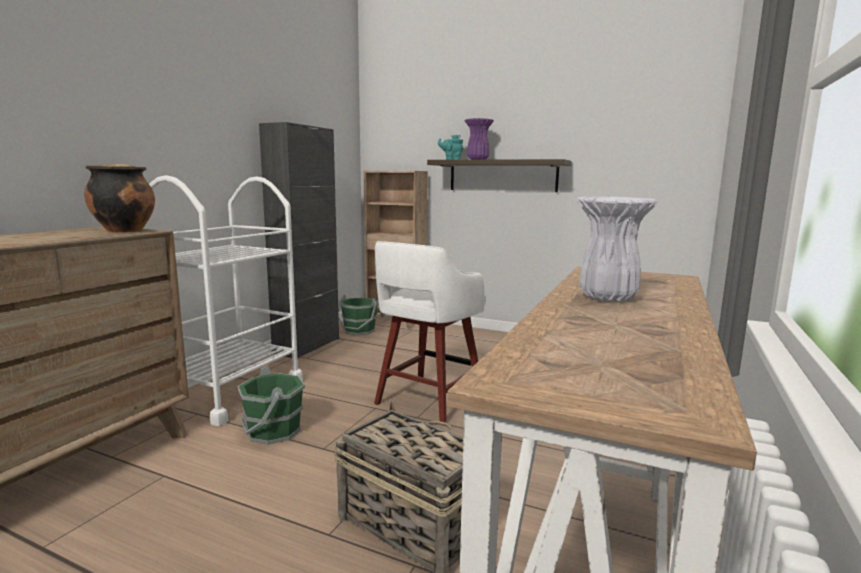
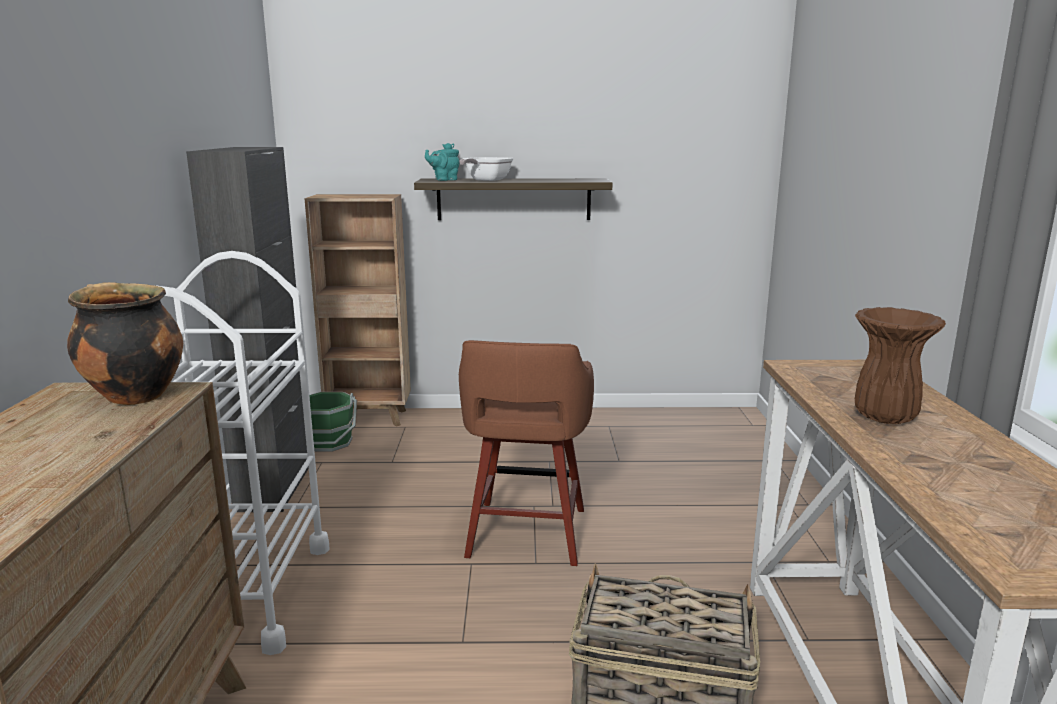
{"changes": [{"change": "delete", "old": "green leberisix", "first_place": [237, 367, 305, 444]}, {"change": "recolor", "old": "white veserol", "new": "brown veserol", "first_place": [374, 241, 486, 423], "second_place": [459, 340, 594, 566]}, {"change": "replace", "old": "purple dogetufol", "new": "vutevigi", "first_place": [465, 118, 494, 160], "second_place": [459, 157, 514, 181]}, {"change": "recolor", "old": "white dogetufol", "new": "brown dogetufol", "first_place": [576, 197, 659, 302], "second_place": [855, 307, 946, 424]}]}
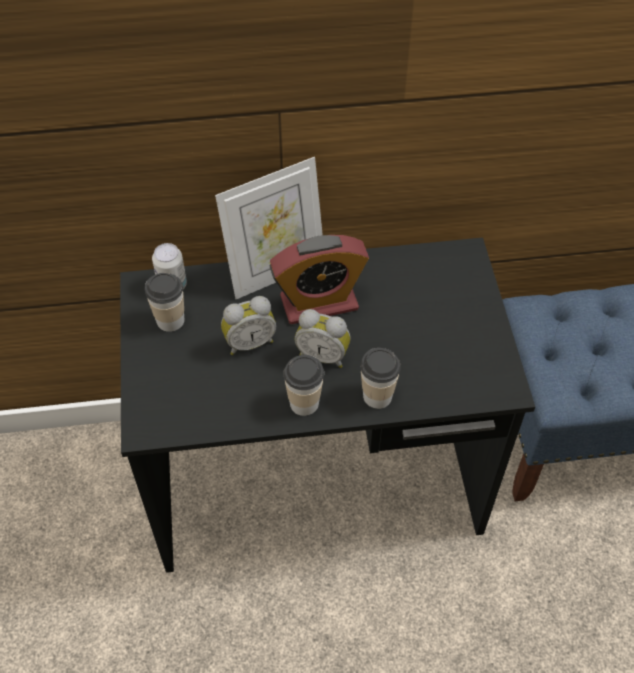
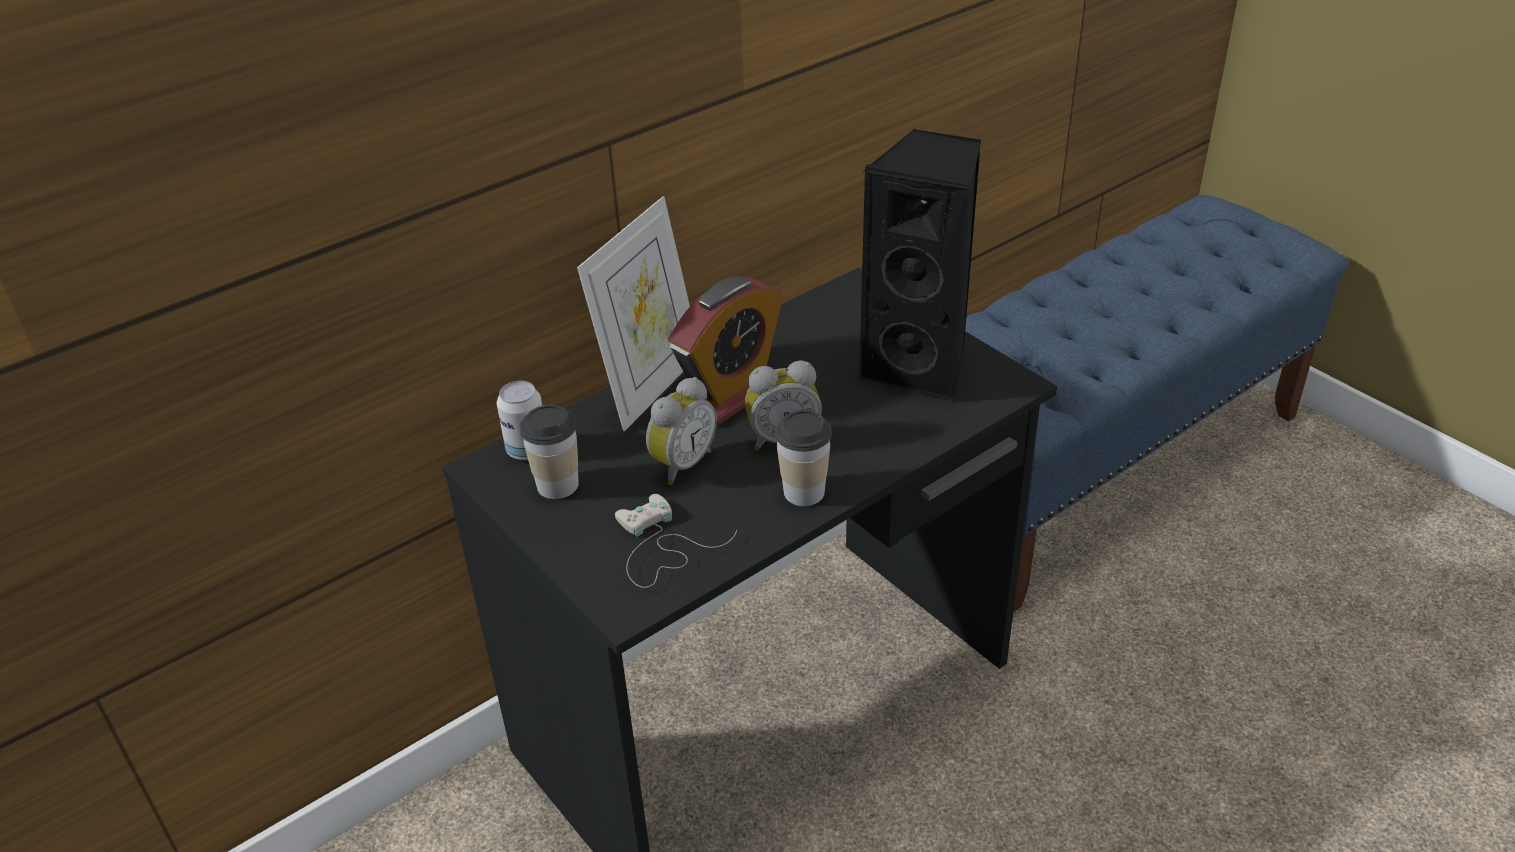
{"changes": [{"change": "delete", "old": "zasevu", "first_place": [360, 348, 401, 409]}, {"change": "insert", "new": "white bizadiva", "second_place": [615, 494, 737, 588]}, {"change": "insert", "new": "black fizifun", "second_place": [858, 129, 981, 400]}]}
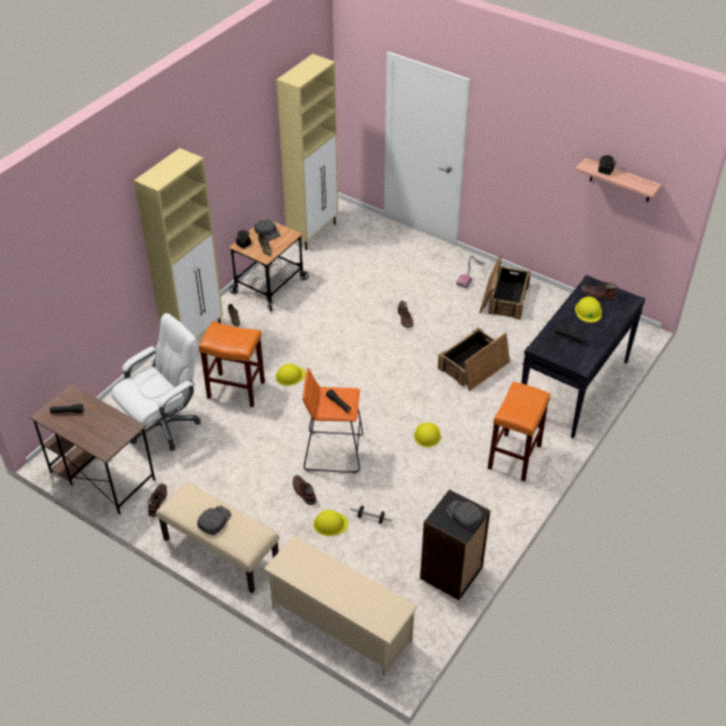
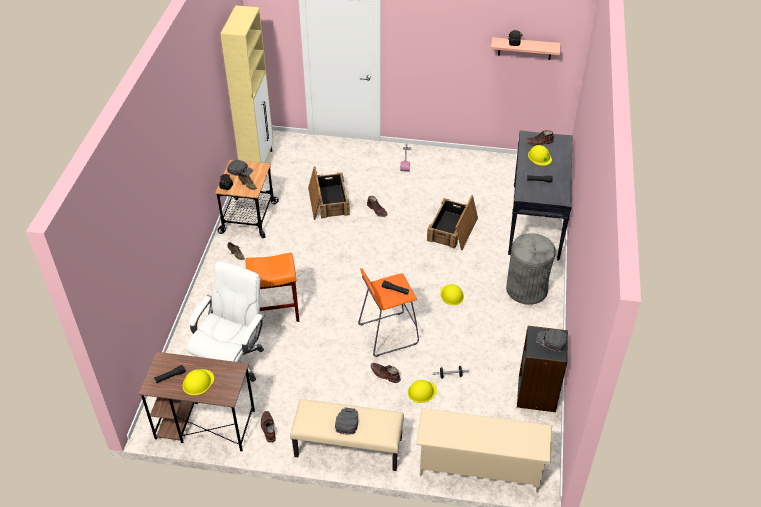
{"changes": [{"change": "delete", "old": "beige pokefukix", "first_place": [134, 148, 223, 339]}, {"change": "move", "old": "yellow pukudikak", "first_place": [276, 364, 306, 386], "second_place": [183, 369, 214, 395]}, {"change": "move", "old": "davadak", "first_place": [479, 255, 531, 320], "second_place": [308, 166, 350, 220]}, {"change": "replace", "old": "orange veserol", "new": "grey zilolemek", "first_place": [488, 382, 550, 481], "second_place": [506, 233, 556, 305]}]}
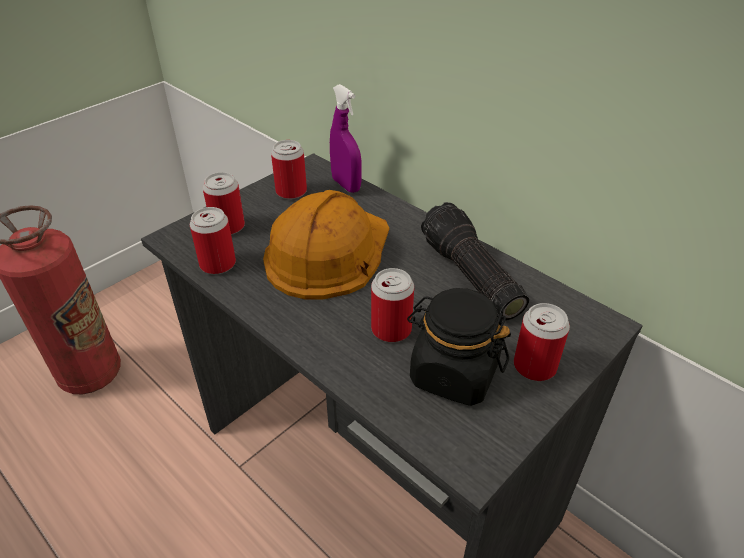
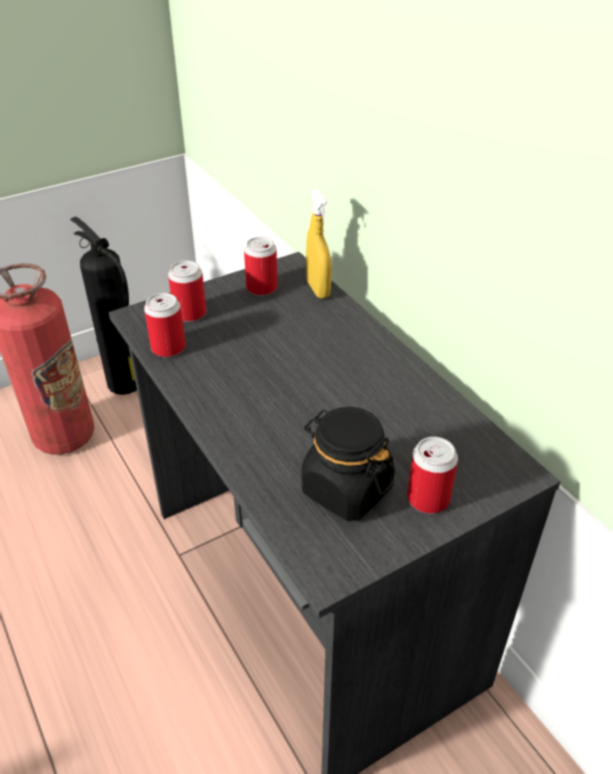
{"changes": [{"change": "delete", "old": "orange pukudikak", "first_place": [263, 190, 390, 300]}, {"change": "recolor", "old": "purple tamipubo", "new": "yellow tamipubo", "first_place": [330, 84, 362, 193], "second_place": [306, 189, 332, 298]}, {"change": "delete", "old": "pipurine", "first_place": [371, 268, 414, 342]}, {"change": "delete", "old": "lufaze", "first_place": [421, 202, 529, 320]}, {"change": "insert", "new": "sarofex", "second_place": [70, 216, 137, 395]}]}
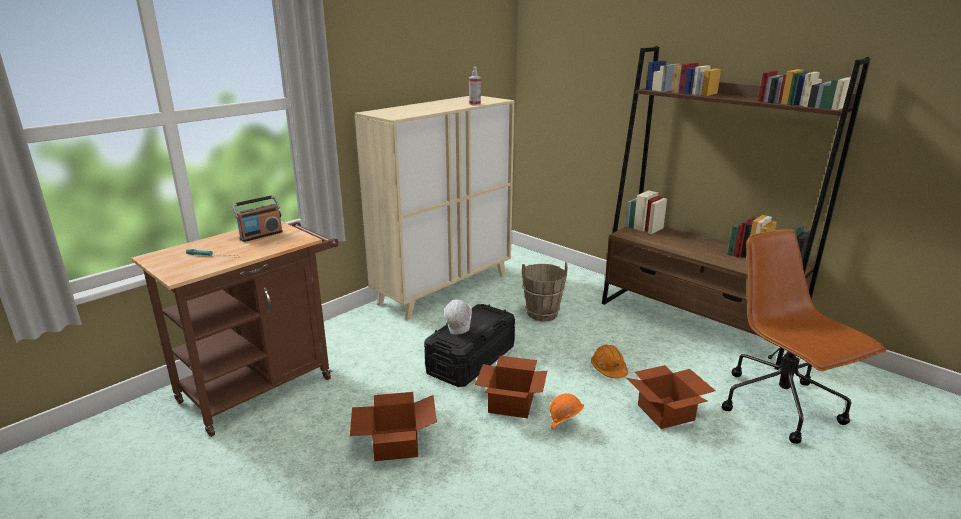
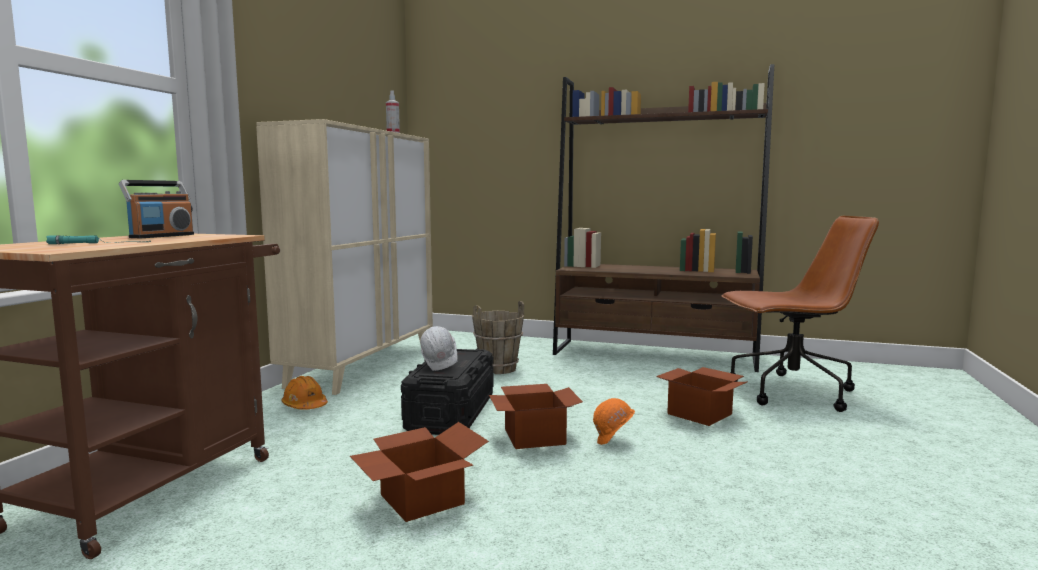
{"changes": [{"change": "move", "old": "orange pukudikak", "first_place": [591, 345, 628, 378], "second_place": [281, 376, 328, 410]}, {"change": "rotate", "old": "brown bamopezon", "first_place": [722, 229, 887, 444], "second_place": [721, 216, 879, 412], "degrees": 135}]}
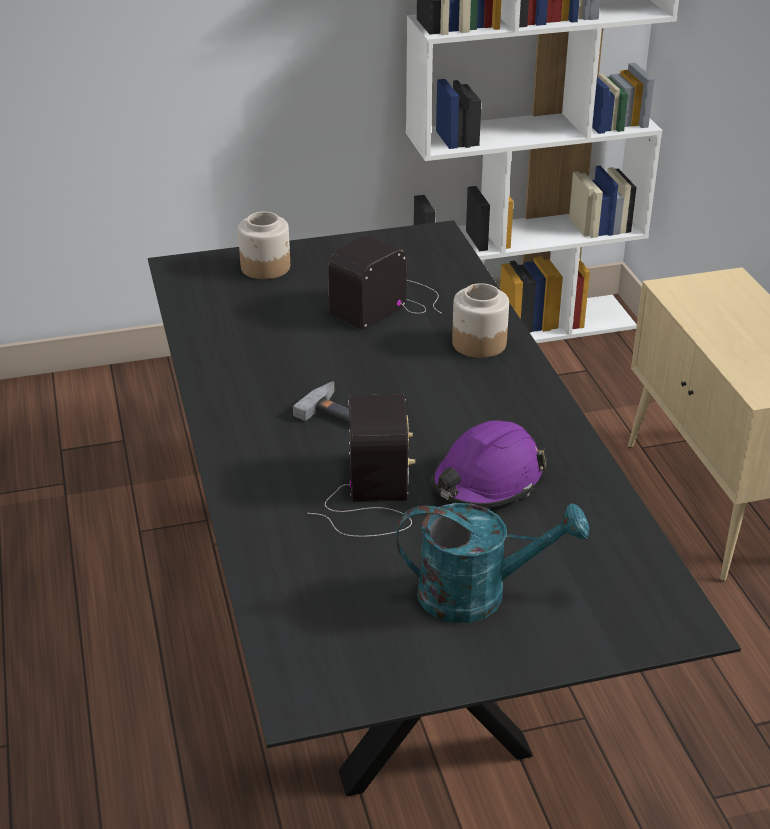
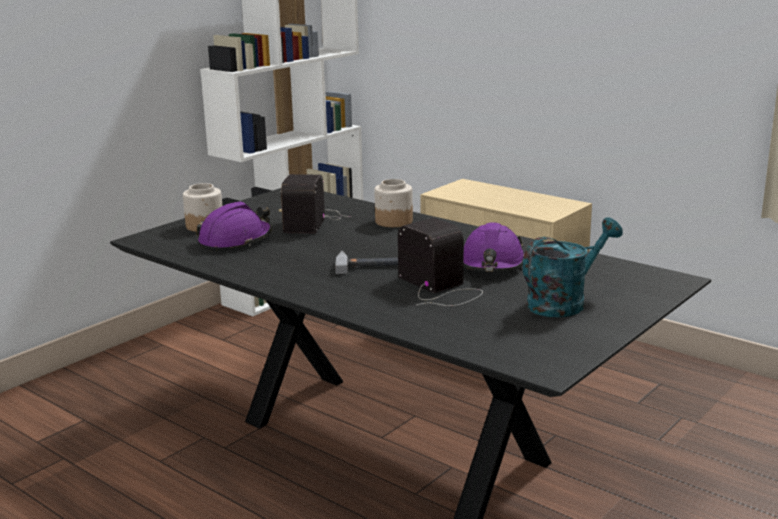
{"changes": [{"change": "insert", "new": "purple pukudikak", "second_place": [196, 201, 272, 252]}]}
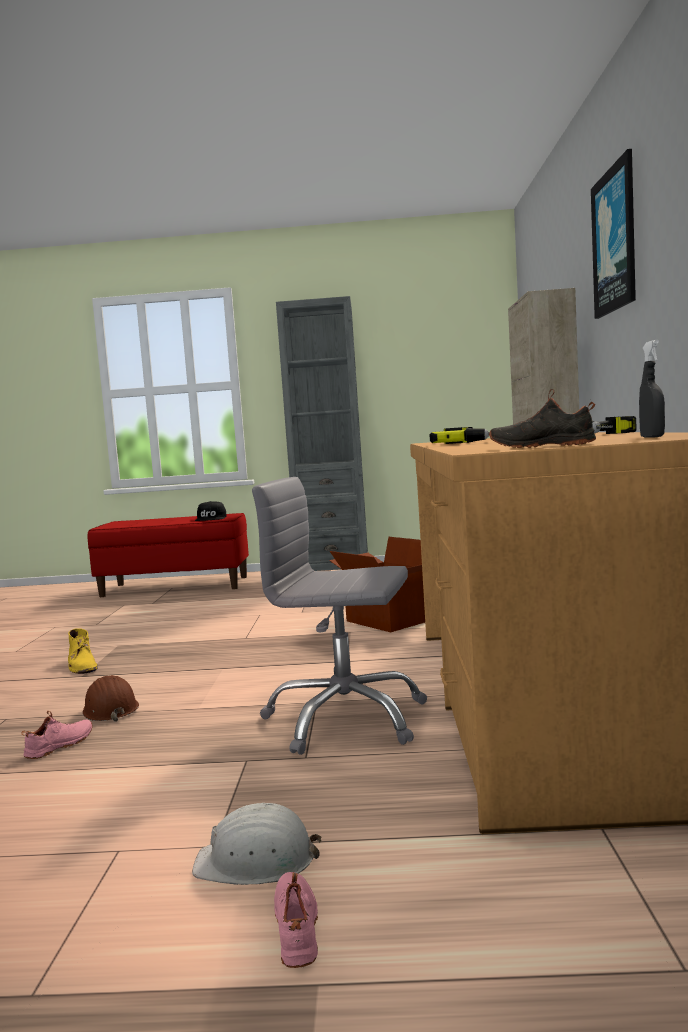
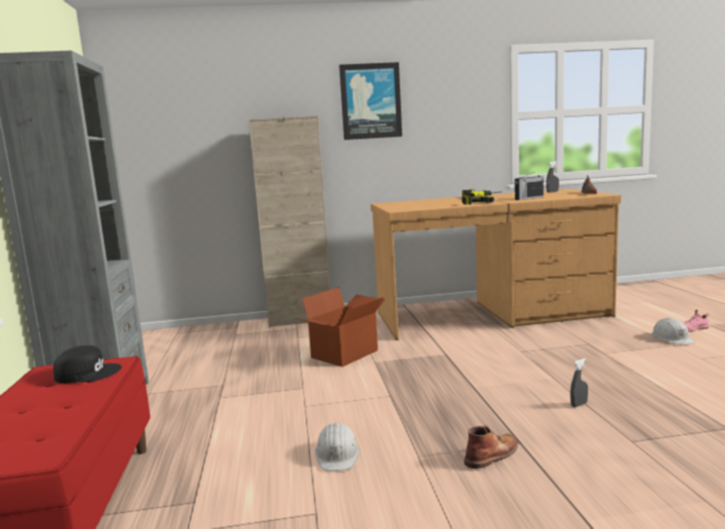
{"changes": [{"change": "delete", "old": "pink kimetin", "first_place": [21, 711, 93, 759]}, {"change": "recolor", "old": "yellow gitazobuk", "new": "brown gitazobuk", "first_place": [68, 628, 98, 674], "second_place": [464, 425, 518, 469]}, {"change": "replace", "old": "brown pukudikak", "new": "grey tamipubo", "first_place": [83, 675, 139, 722], "second_place": [570, 358, 588, 407]}, {"change": "delete", "old": "grey bamopezon", "first_place": [252, 477, 427, 755]}, {"change": "insert", "new": "white pukudikak", "second_place": [315, 423, 360, 471]}, {"change": "insert", "new": "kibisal", "second_place": [515, 172, 543, 200]}]}
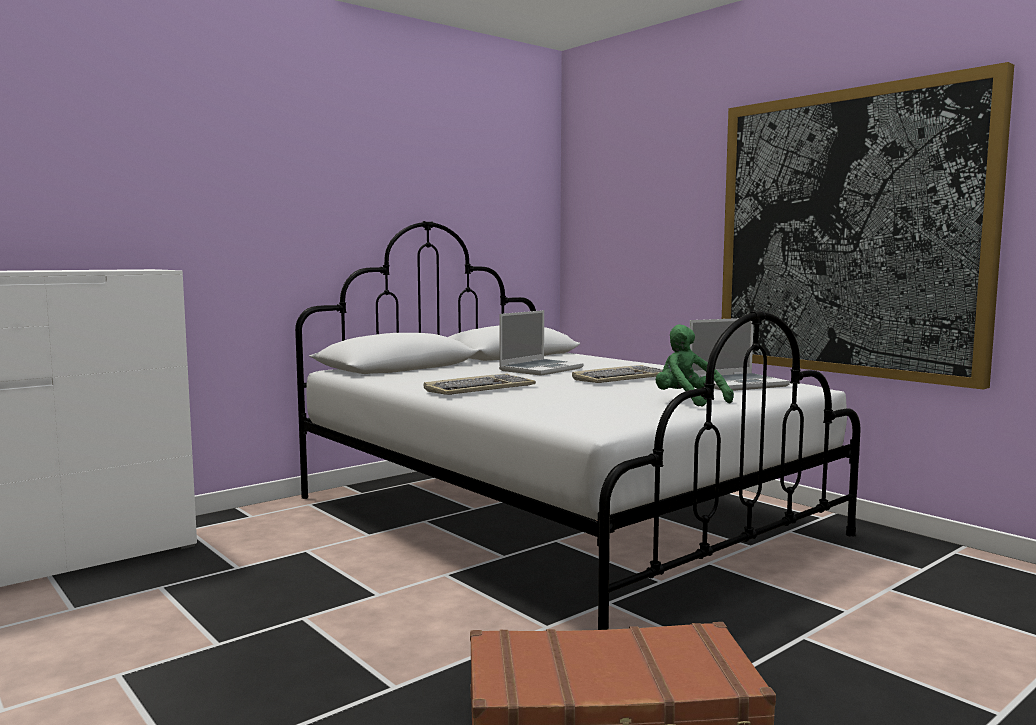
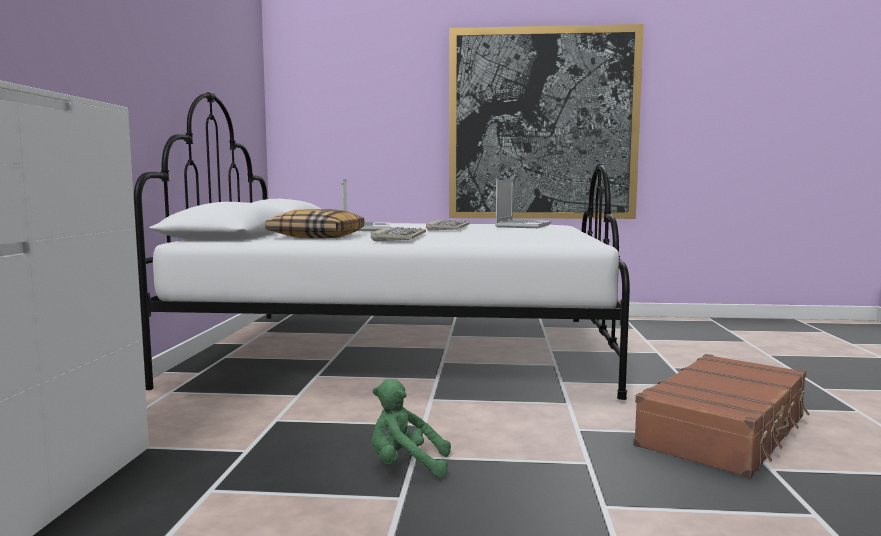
{"changes": [{"change": "move", "old": "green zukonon", "first_place": [656, 324, 734, 407], "second_place": [371, 379, 451, 478]}, {"change": "insert", "new": "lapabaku", "second_place": [265, 209, 364, 238]}]}
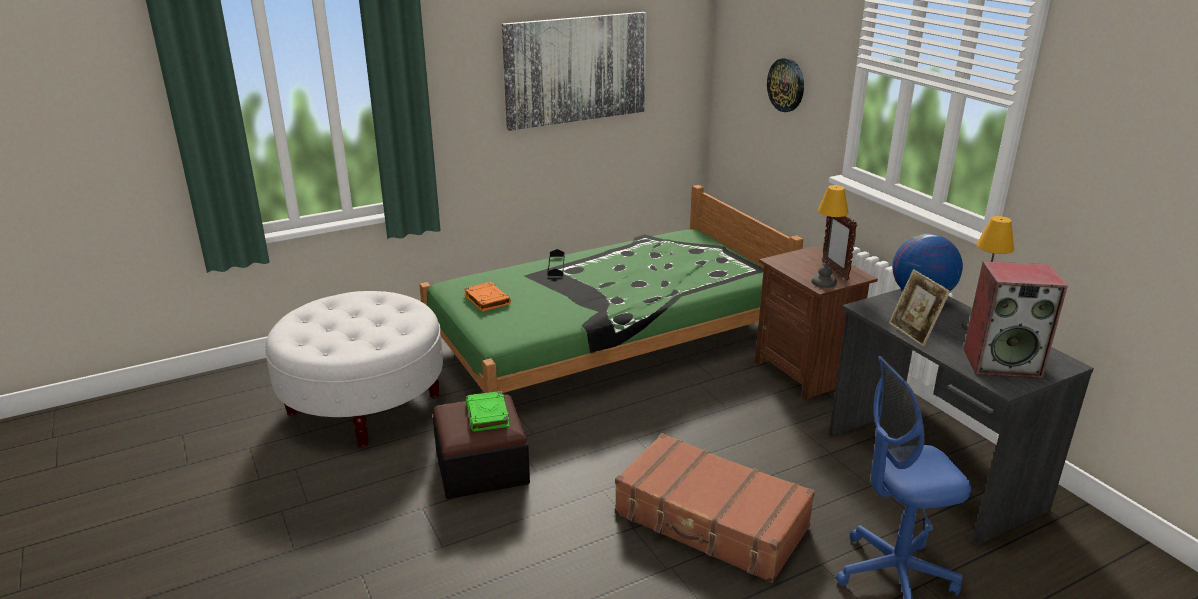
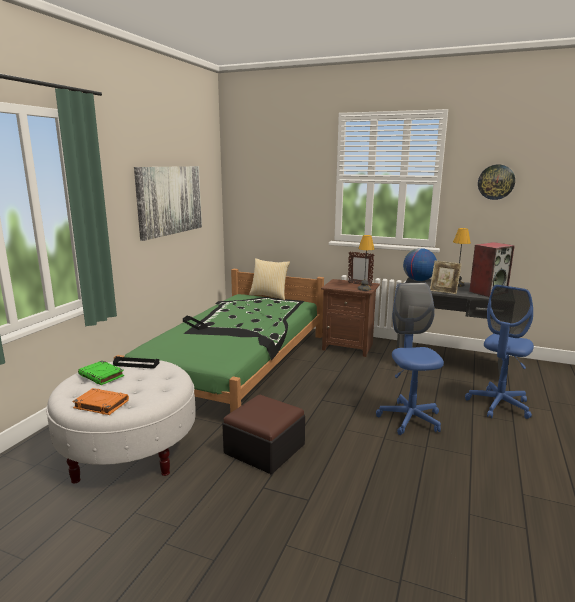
{"changes": [{"change": "move", "old": "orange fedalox", "first_place": [464, 282, 511, 312], "second_place": [72, 388, 129, 415]}, {"change": "move", "old": "green fedalox", "first_place": [466, 391, 509, 432], "second_place": [78, 361, 124, 385]}, {"change": "replace", "old": "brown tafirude", "new": "blue bamopezon", "first_place": [615, 433, 815, 583], "second_place": [376, 283, 444, 435]}, {"change": "move", "old": "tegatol", "first_place": [767, 58, 804, 112], "second_place": [478, 165, 515, 200]}, {"change": "insert", "new": "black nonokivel", "second_place": [113, 356, 159, 369]}, {"change": "insert", "new": "lapabaku", "second_place": [249, 258, 290, 300]}]}
